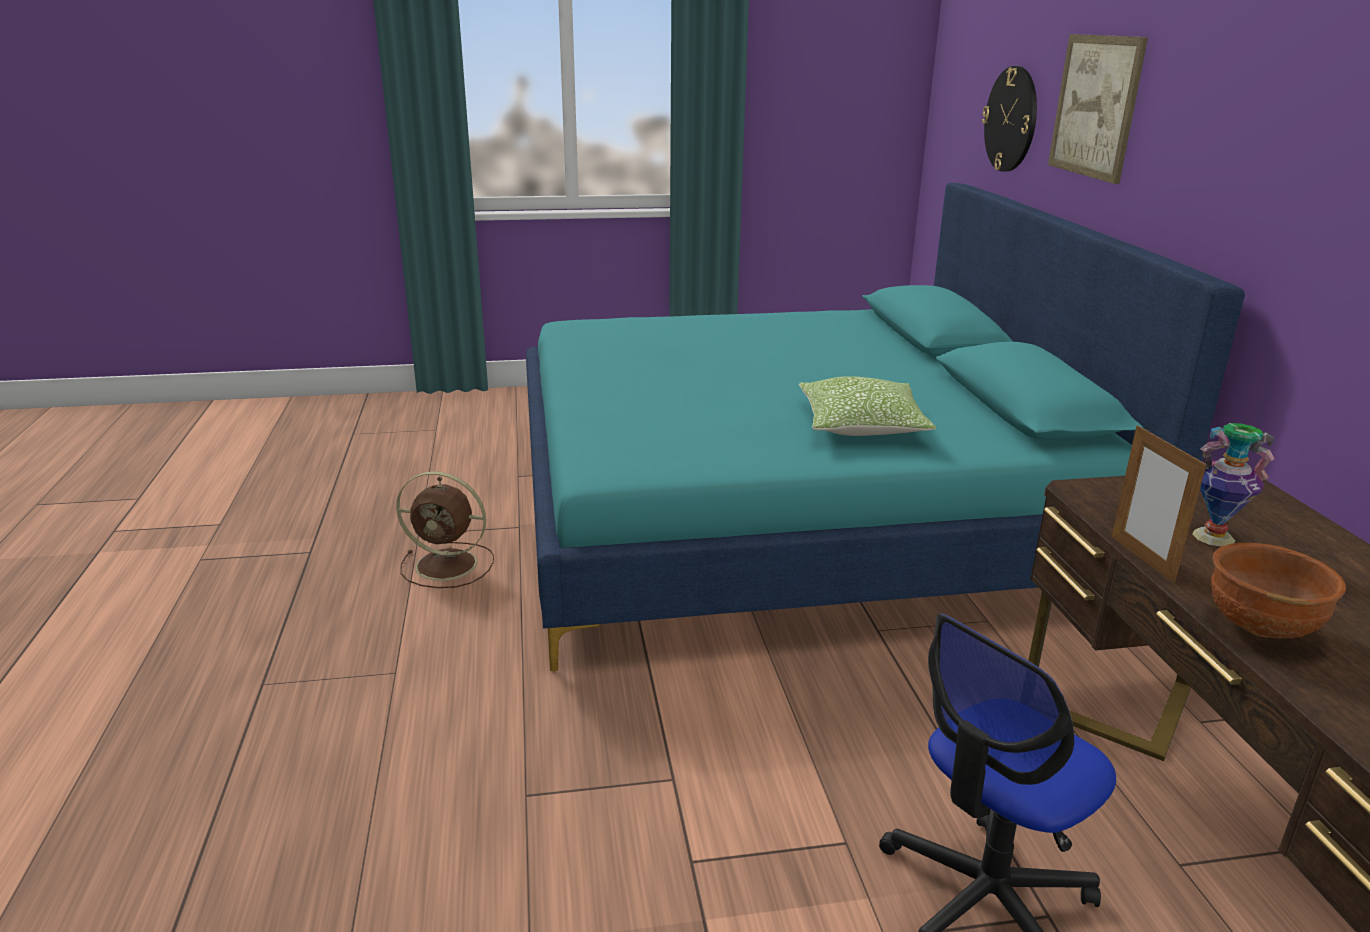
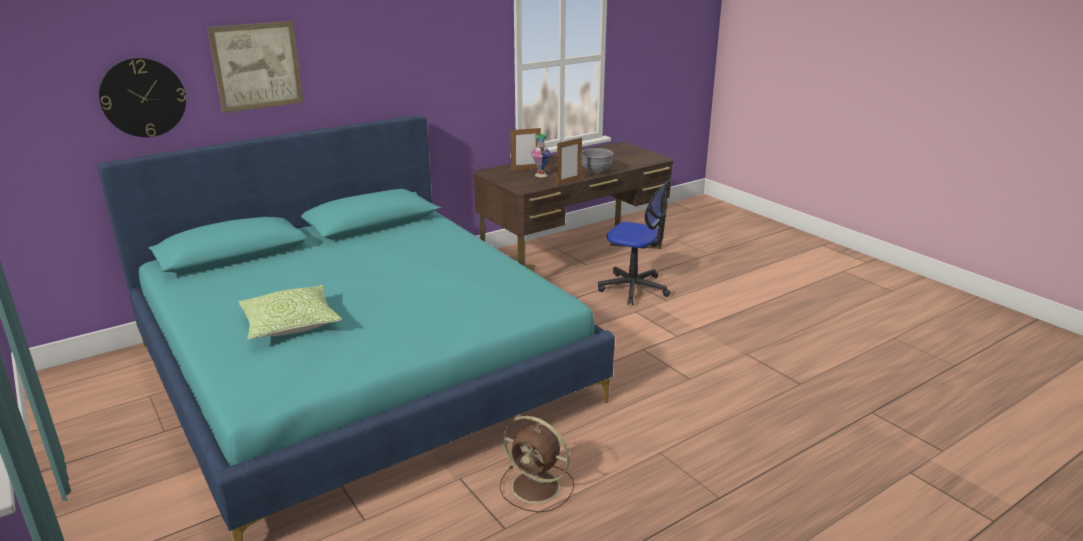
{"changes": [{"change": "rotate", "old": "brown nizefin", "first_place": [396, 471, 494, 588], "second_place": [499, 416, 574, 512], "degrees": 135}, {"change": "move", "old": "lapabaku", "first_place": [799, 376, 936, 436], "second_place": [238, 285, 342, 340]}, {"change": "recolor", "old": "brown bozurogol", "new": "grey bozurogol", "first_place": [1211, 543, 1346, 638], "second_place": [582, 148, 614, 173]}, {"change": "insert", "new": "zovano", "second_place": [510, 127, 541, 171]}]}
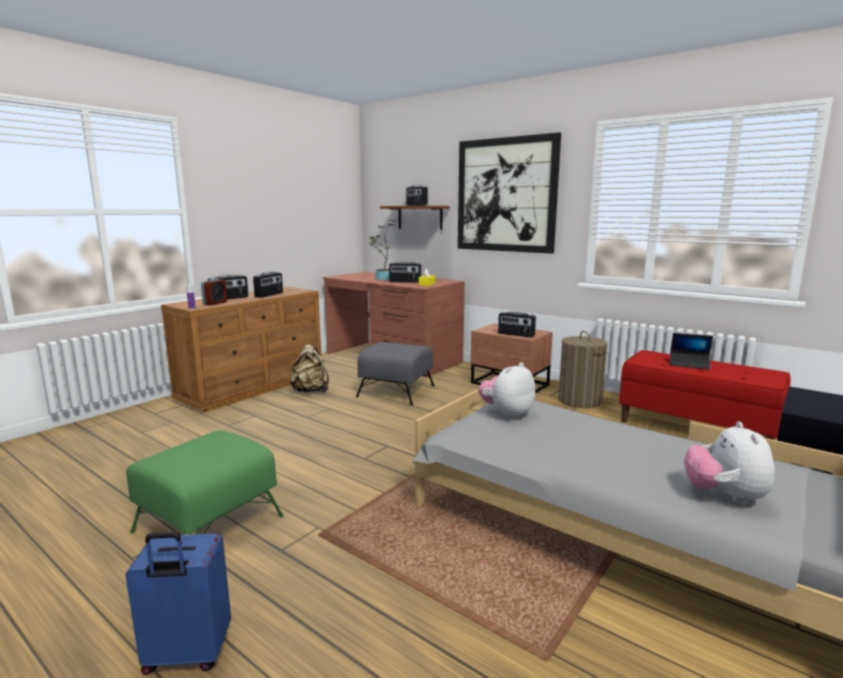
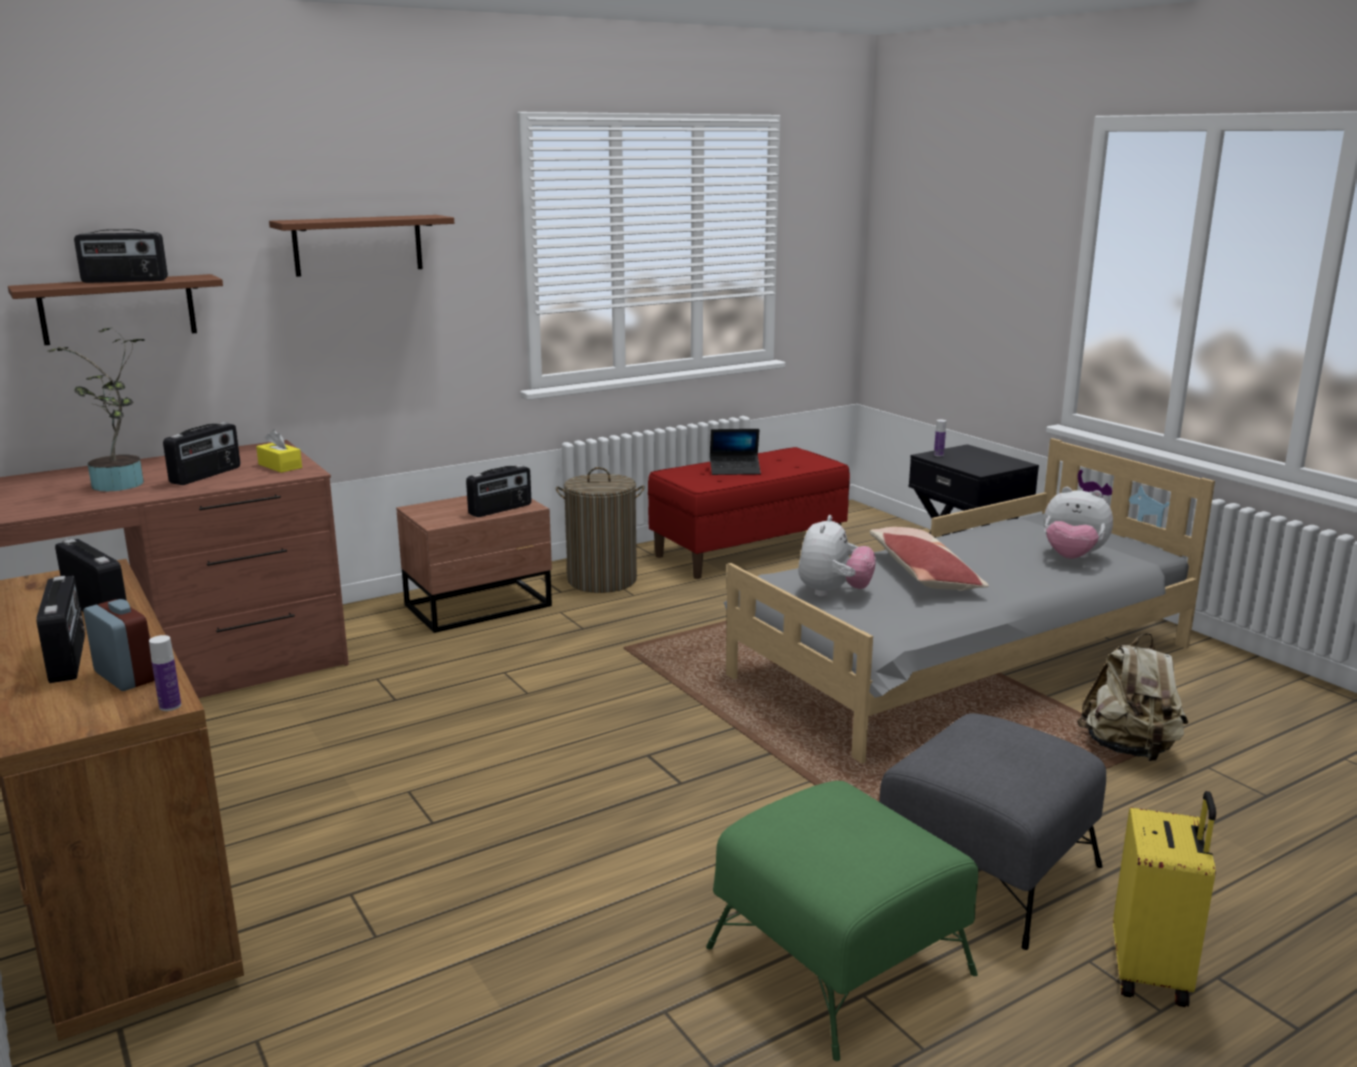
{"changes": [{"change": "recolor", "old": "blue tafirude", "new": "yellow tafirude", "first_place": [125, 532, 231, 675], "second_place": [1113, 791, 1216, 1007]}, {"change": "move", "old": "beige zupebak", "first_place": [290, 343, 329, 392], "second_place": [1077, 633, 1188, 761]}, {"change": "move", "old": "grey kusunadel", "first_place": [356, 342, 434, 406], "second_place": [879, 713, 1106, 950]}, {"change": "replace", "old": "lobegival", "new": "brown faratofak", "first_place": [458, 132, 561, 254], "second_place": [269, 215, 454, 277]}, {"change": "rotate", "old": "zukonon", "first_place": [478, 362, 535, 419], "second_place": [798, 515, 876, 597], "degrees": -135}, {"change": "rotate", "old": "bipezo", "first_place": [670, 333, 713, 370], "second_place": [710, 429, 761, 475], "degrees": 45}, {"change": "insert", "new": "lapabaku", "second_place": [870, 527, 989, 591]}, {"change": "insert", "new": "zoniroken", "second_place": [934, 419, 946, 457]}]}
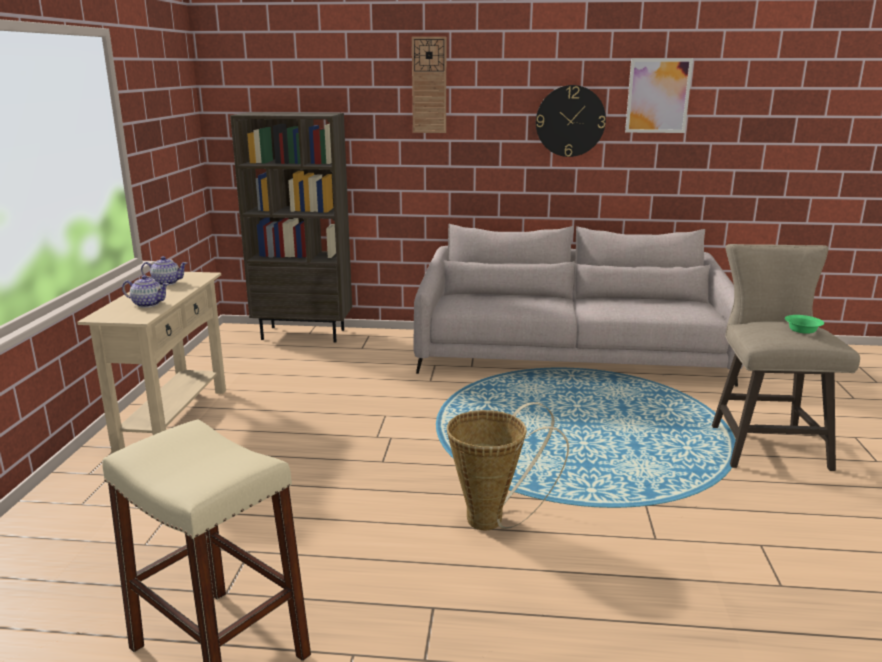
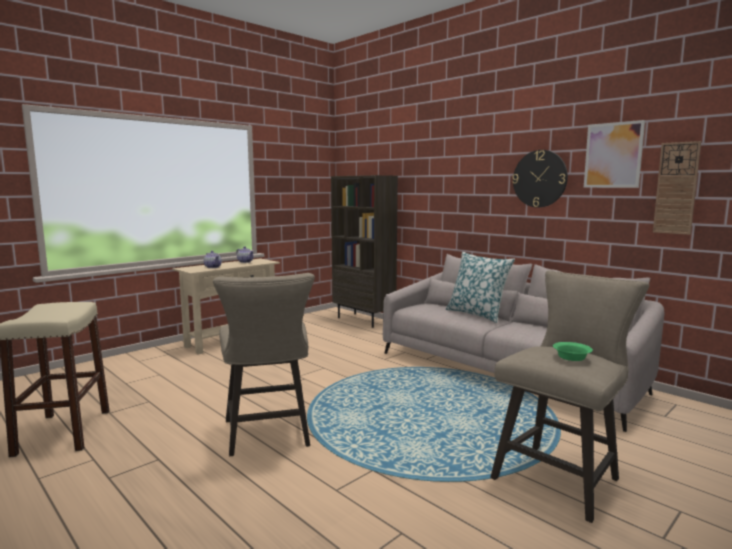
{"changes": [{"change": "move", "old": "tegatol", "first_place": [412, 37, 446, 133], "second_place": [653, 141, 701, 235]}, {"change": "replace", "old": "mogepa", "new": "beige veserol", "first_place": [447, 402, 569, 530], "second_place": [213, 273, 315, 456]}, {"change": "insert", "new": "lapabaku", "second_place": [446, 252, 515, 323]}]}
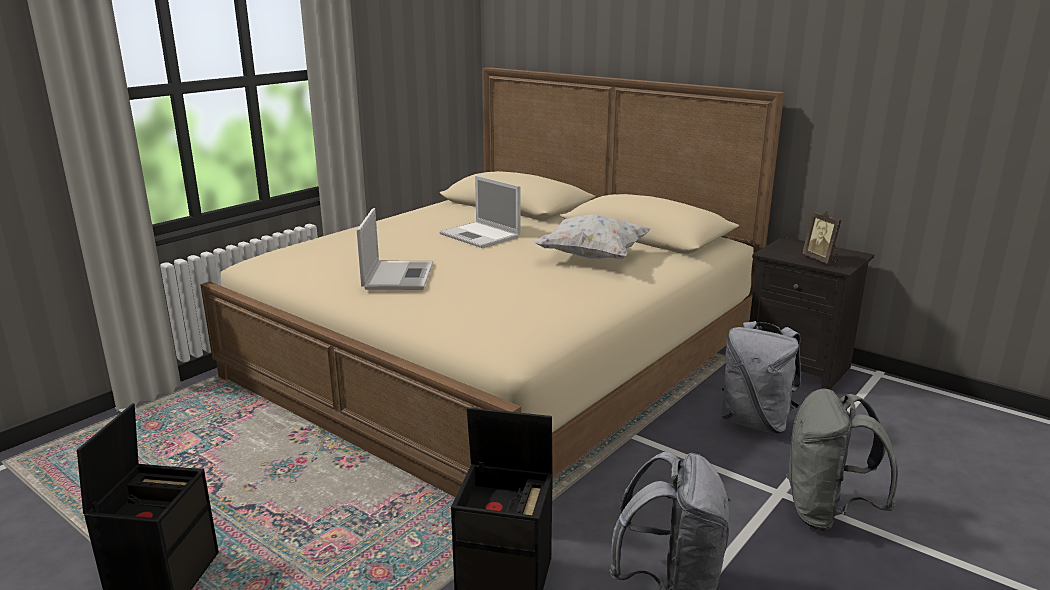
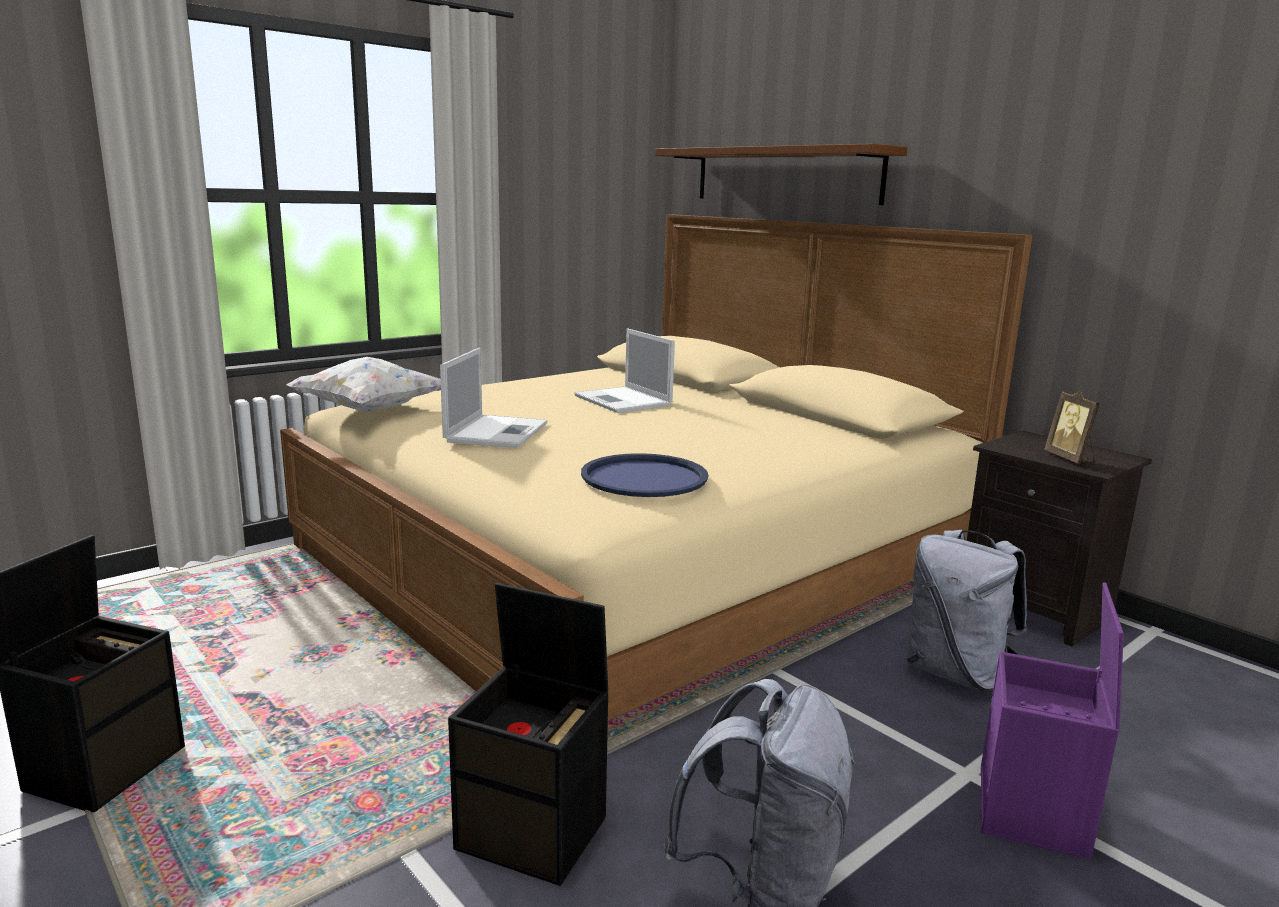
{"changes": [{"change": "move", "old": "white lapabaku", "first_place": [533, 214, 651, 259], "second_place": [286, 357, 441, 412]}, {"change": "replace", "old": "grey zupebak", "new": "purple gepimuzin", "first_place": [786, 389, 898, 531], "second_place": [981, 582, 1124, 860]}, {"change": "insert", "new": "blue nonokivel", "second_place": [581, 453, 708, 497]}, {"change": "insert", "new": "brown faratofak", "second_place": [655, 144, 908, 205]}]}
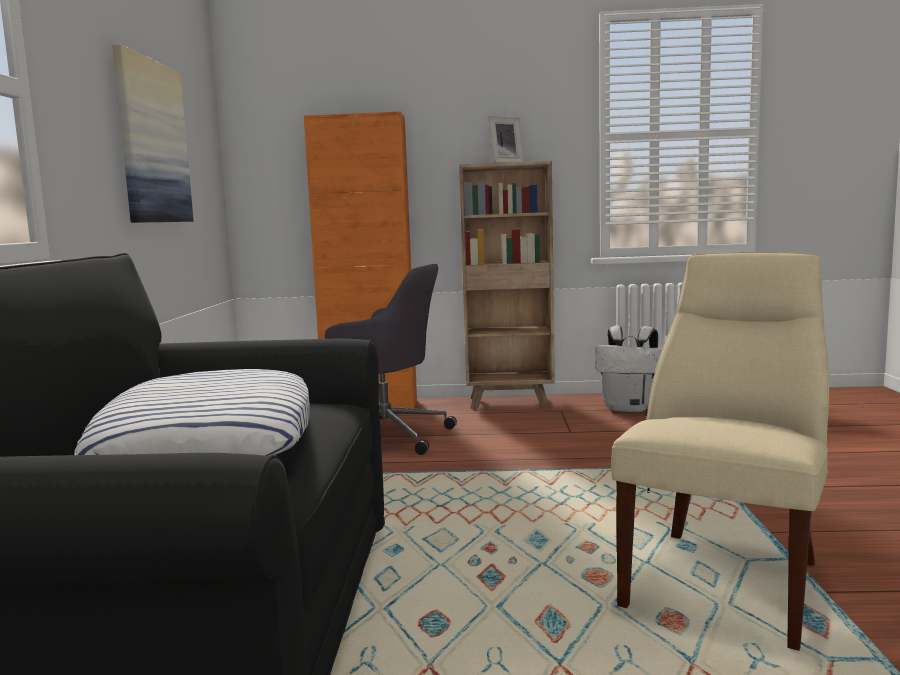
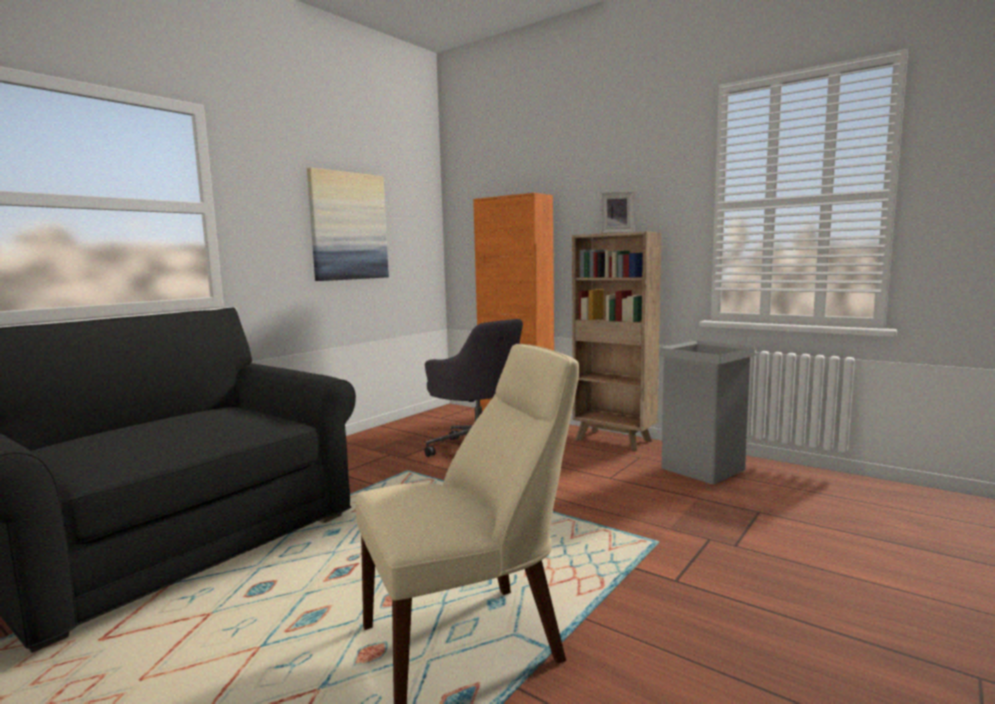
{"changes": [{"change": "delete", "old": "lapabaku", "first_place": [74, 369, 310, 456]}, {"change": "replace", "old": "white zupebak", "new": "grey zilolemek", "first_place": [595, 325, 662, 412], "second_place": [659, 341, 756, 484]}]}
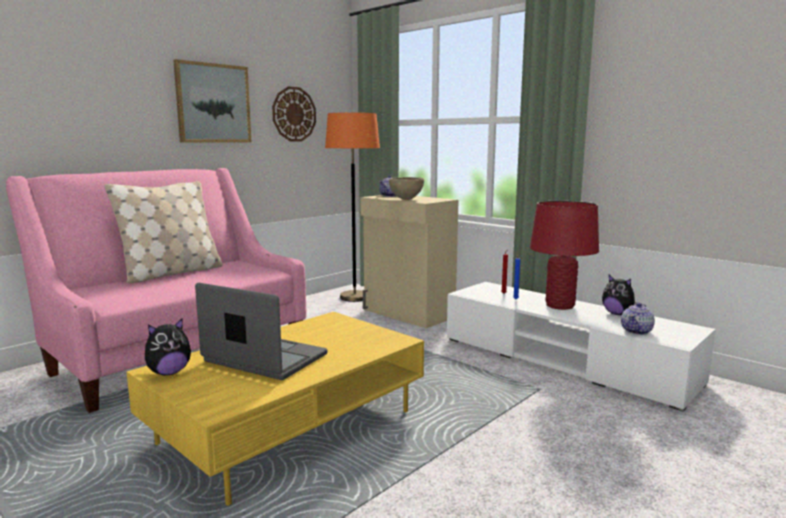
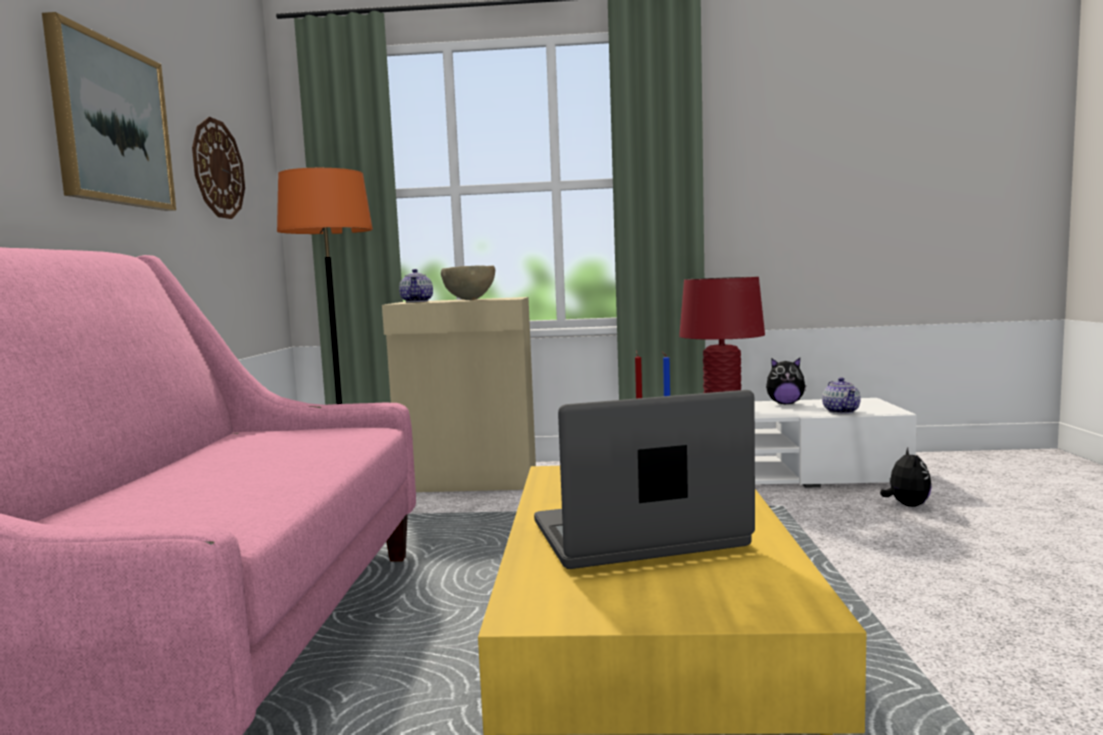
{"changes": [{"change": "delete", "old": "beige lapabaku", "first_place": [105, 181, 223, 284]}, {"change": "move", "old": "zukonon", "first_place": [145, 319, 191, 376], "second_place": [880, 448, 932, 507]}]}
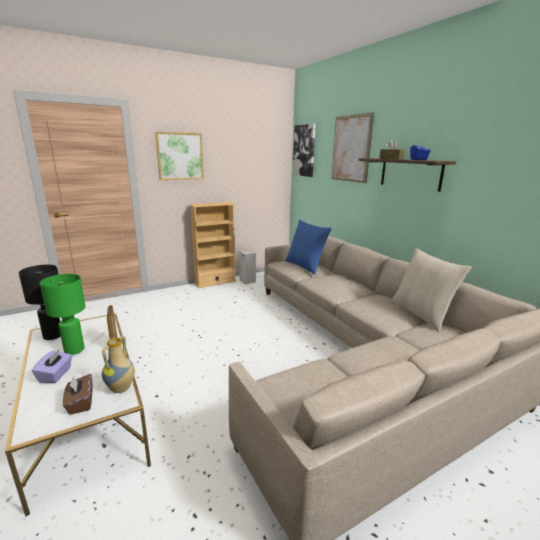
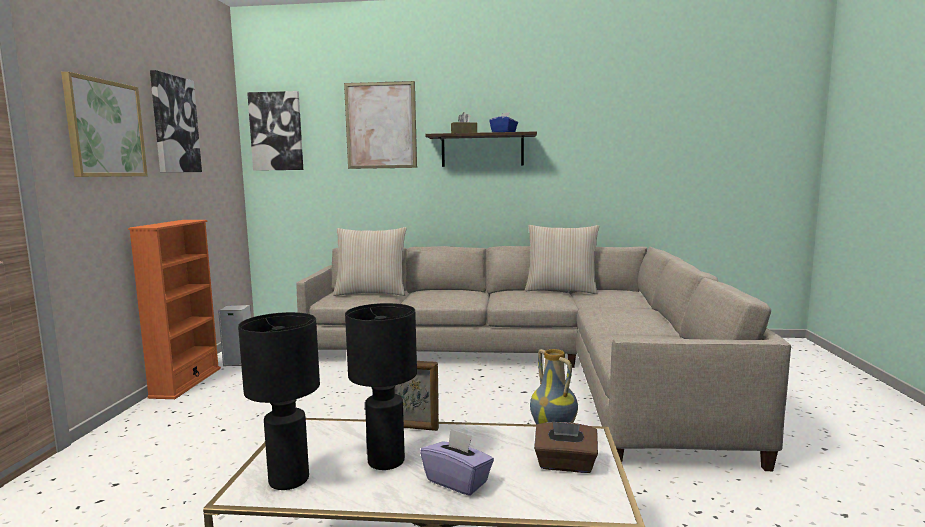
{"changes": [{"change": "recolor", "old": "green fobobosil", "new": "black fobobosil", "first_place": [40, 274, 86, 355], "second_place": [345, 303, 417, 470]}, {"change": "recolor", "old": "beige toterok", "new": "orange toterok", "first_place": [189, 202, 236, 288], "second_place": [128, 220, 221, 399]}, {"change": "recolor", "old": "blue lapabaku", "new": "beige lapabaku", "first_place": [285, 220, 332, 275], "second_place": [333, 227, 407, 296]}, {"change": "insert", "new": "lobegival", "second_place": [150, 70, 202, 172]}]}
